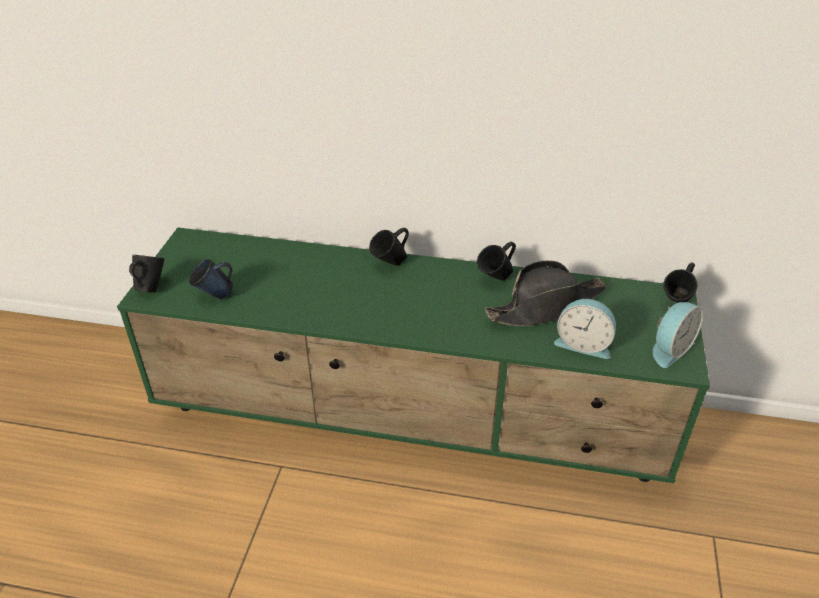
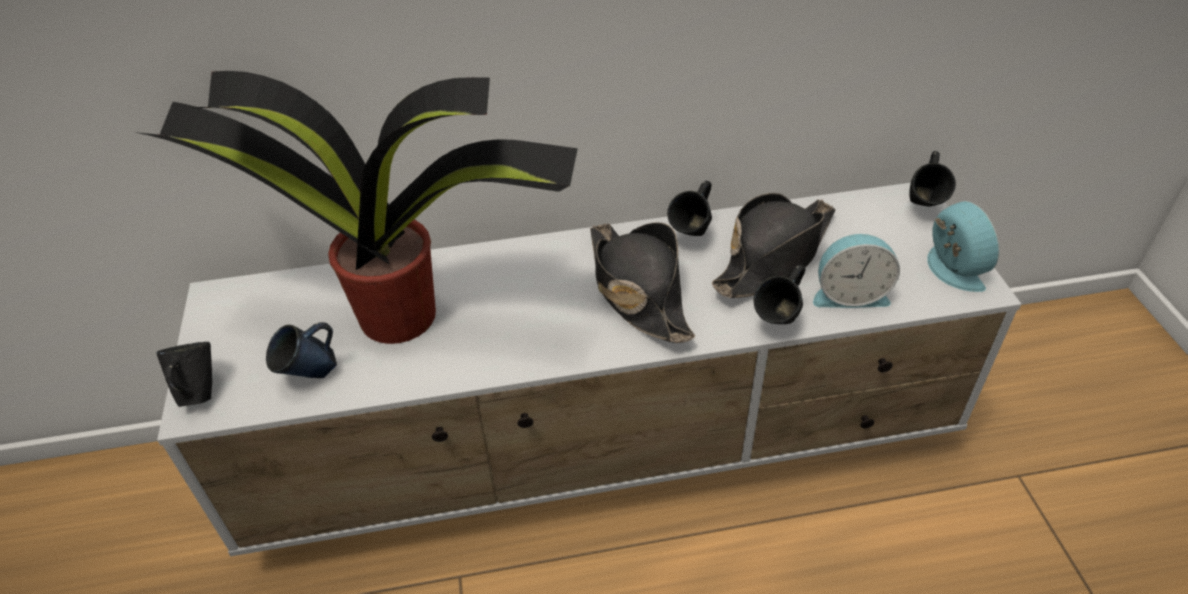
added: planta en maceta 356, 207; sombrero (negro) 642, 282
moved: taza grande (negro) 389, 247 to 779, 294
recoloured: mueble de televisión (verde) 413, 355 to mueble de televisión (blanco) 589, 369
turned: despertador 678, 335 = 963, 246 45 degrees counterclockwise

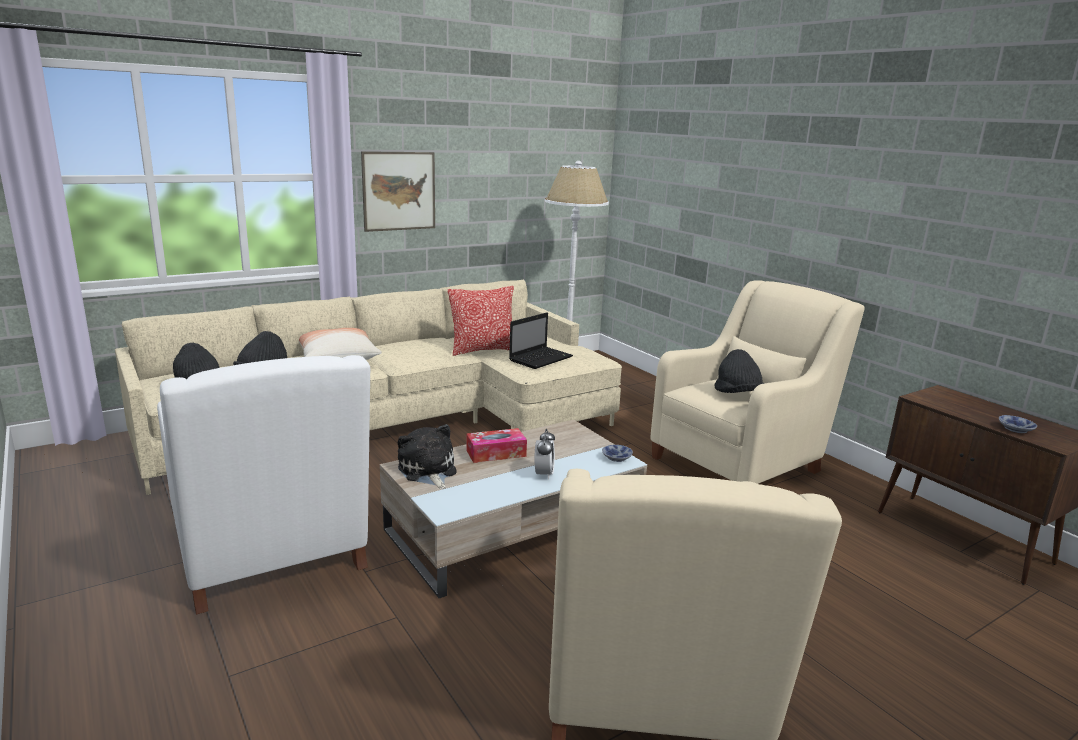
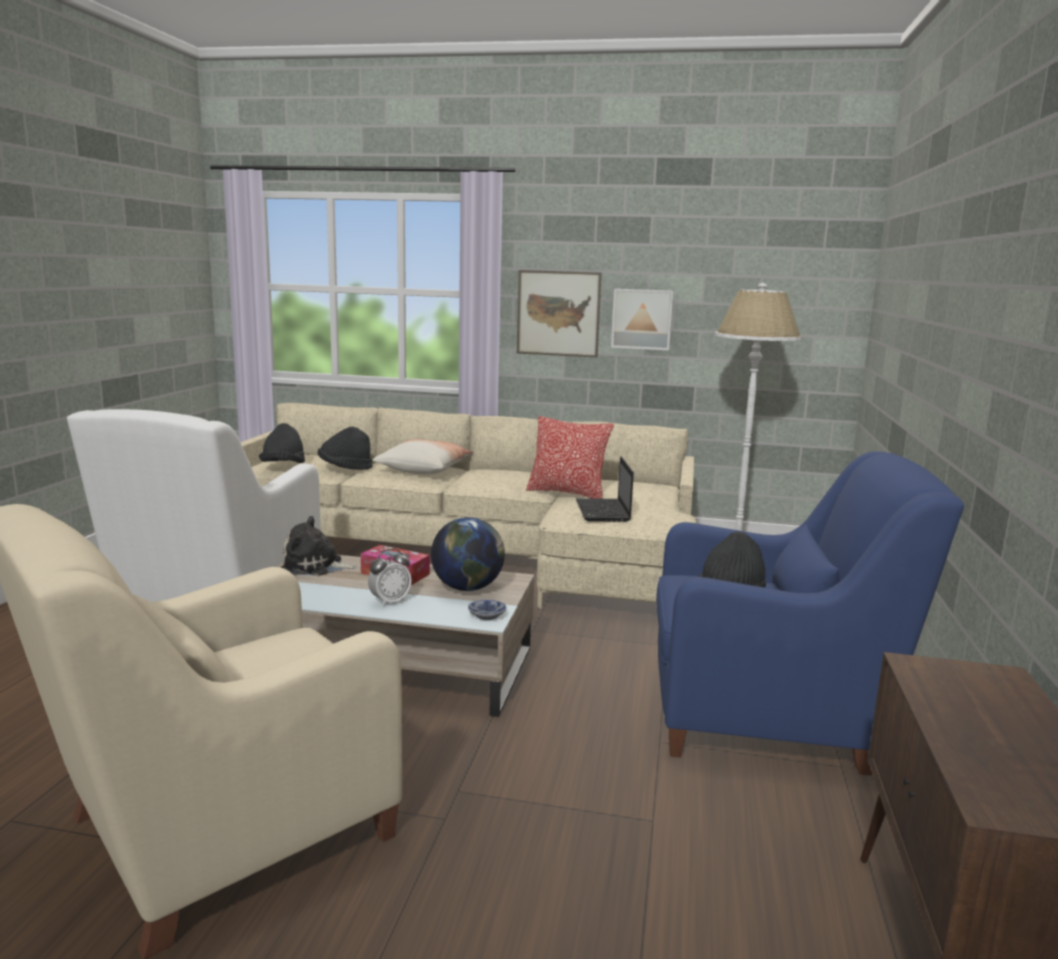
removed: cuenco 1018, 424
added: globo terráqueo 468, 554; cuadro 642, 319
recoloured: sillón (beis) 758, 382 to sillón (azul) 810, 613
turned: peluche 427, 456 = 319, 546 105 degrees counterclockwise; portátil 541, 340 = 605, 489 90 degrees clockwise

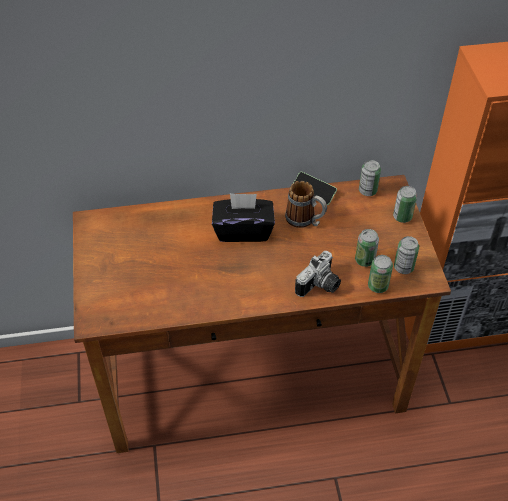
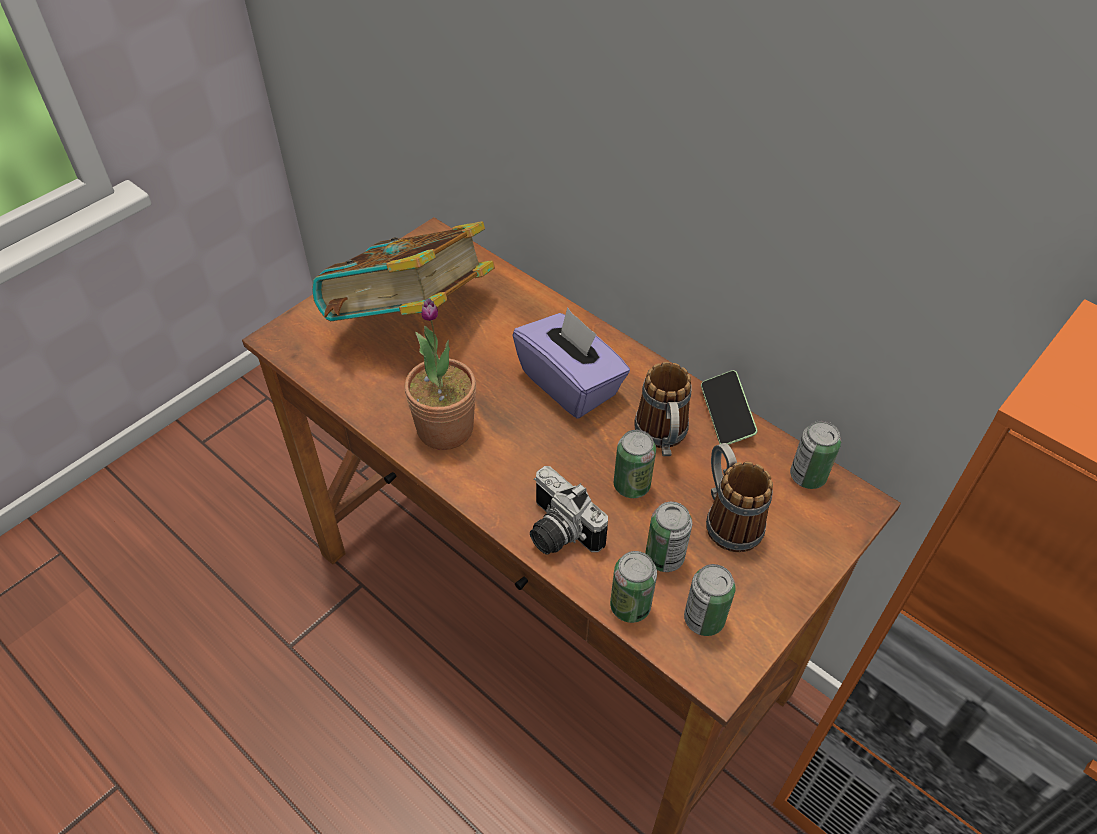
added: libro 403, 271; planta en maceta 440, 374; taza grande 739, 497
moved: lata 405, 204 to 635, 464
recoloured: caja de pañuelos (negro) 243, 217 to caja de pañuelos (morado) 571, 363
turned: cámara 318, 274 = 569, 510 45 degrees clockwise

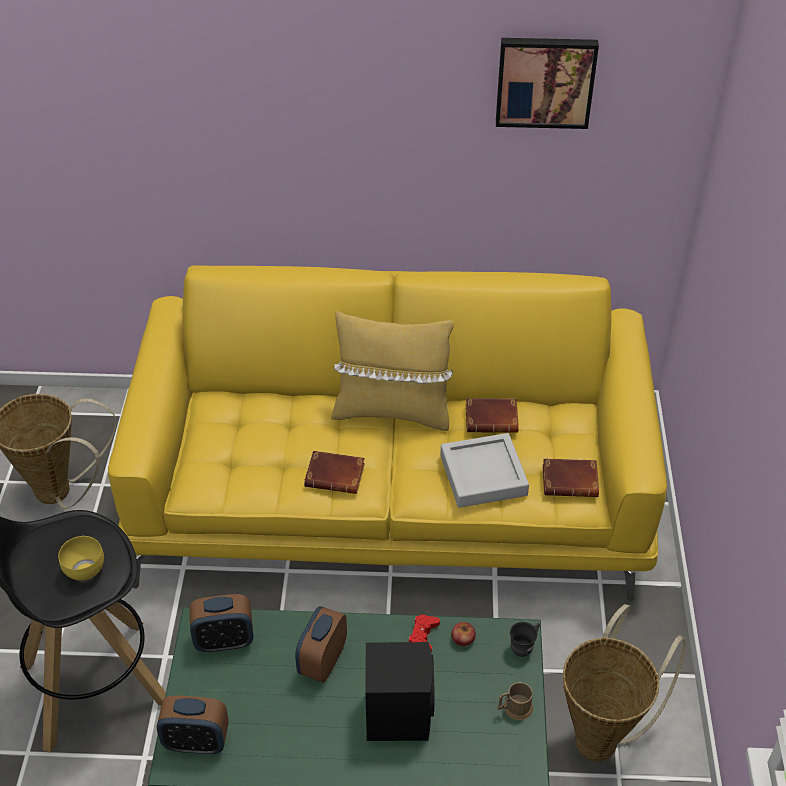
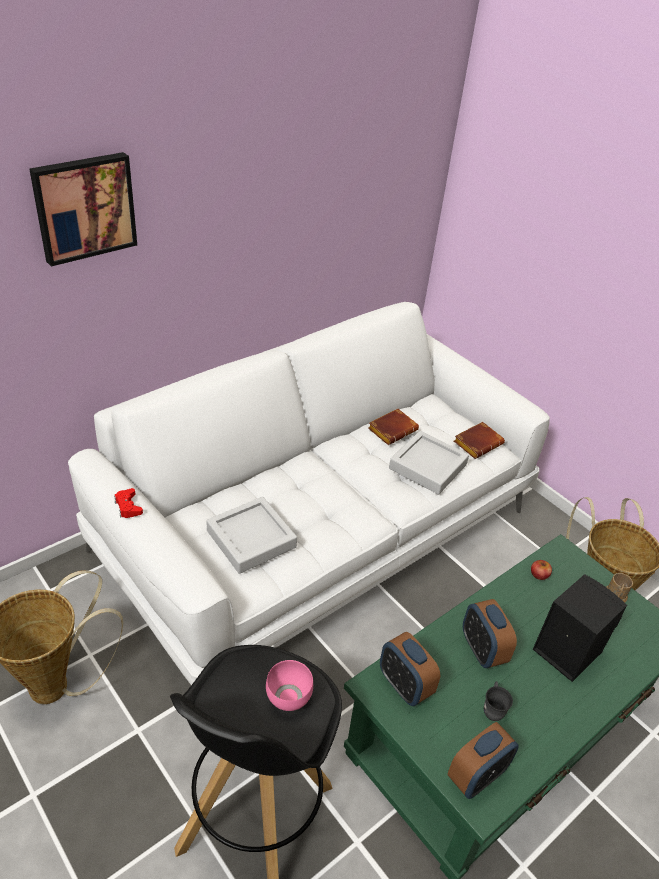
removed: libro (marrón) 334, 472; cojín (amarillo) 392, 371
added: bandeja (gris) 251, 535
moved: mando de consola (rojo) 424, 633 to 128, 503; cuadro 547, 83 to 83, 209; taza grande (gris) 525, 639 to 498, 701
recoloured: cuenco (amarillo) 81, 558 to cuenco (rosa) 289, 685; sofá (amarillo) 387, 433 to sofá (blanco) 309, 493
turned: despertador 221, 623 = 410, 669 105 degrees clockwise

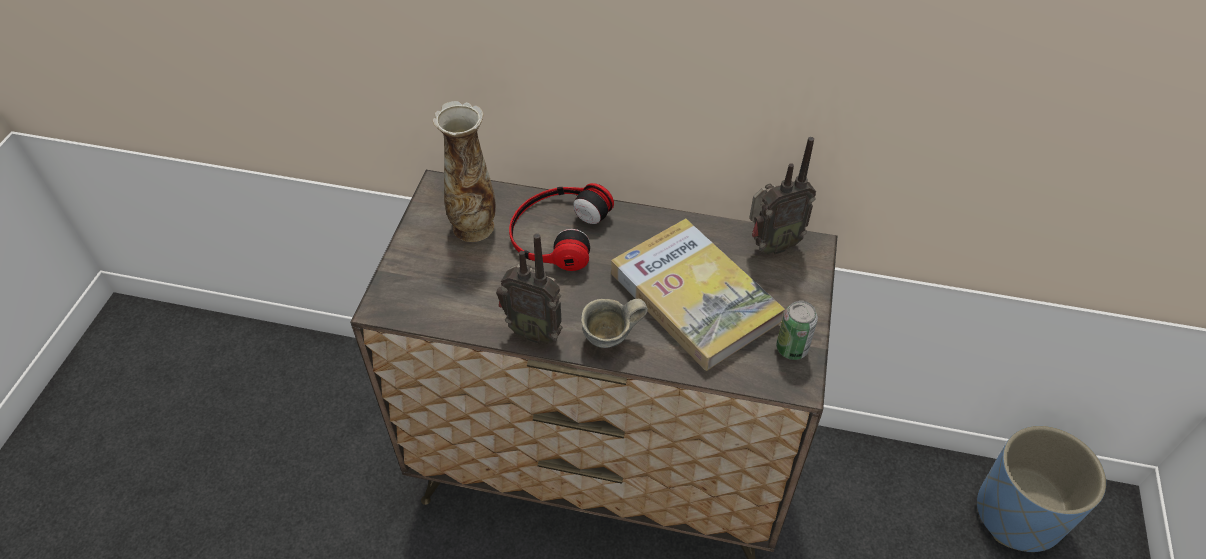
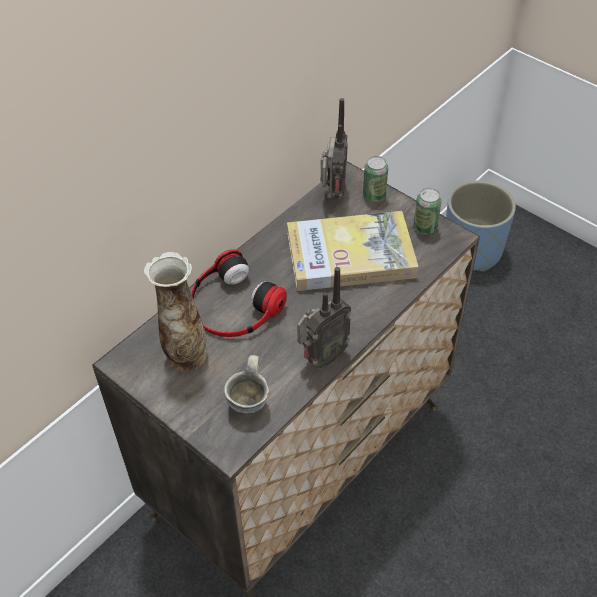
added: lata 375, 179
moved: taza grande (gris) 614, 323 to 246, 385

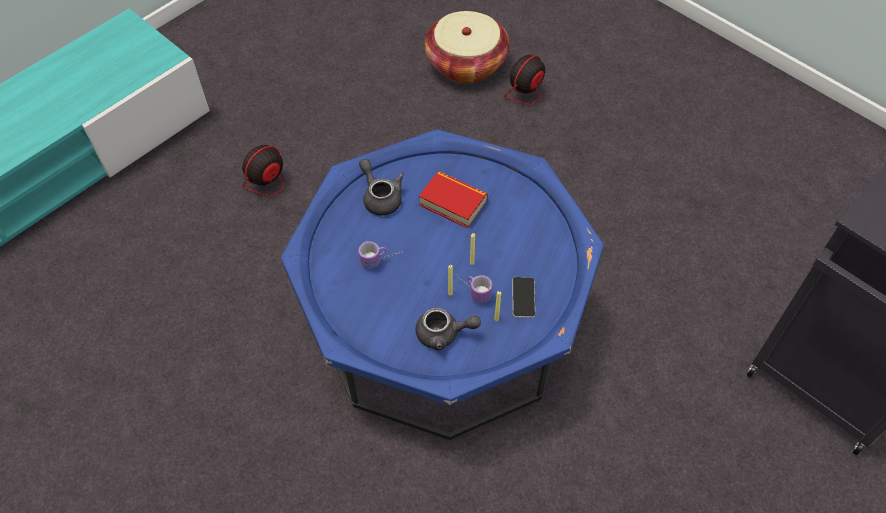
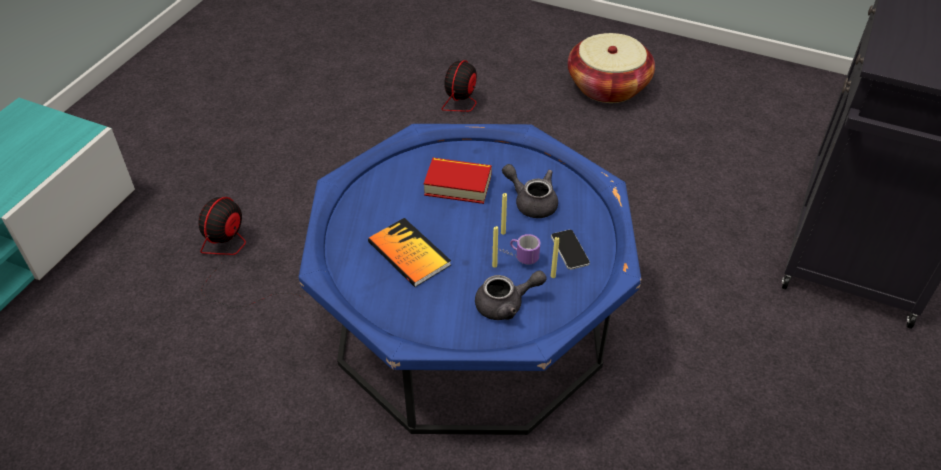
moved: tetera (gris) 381, 187 to 530, 191; cesta 467, 47 to 611, 68
replaced: taza grande 380, 254 to libro 409, 252

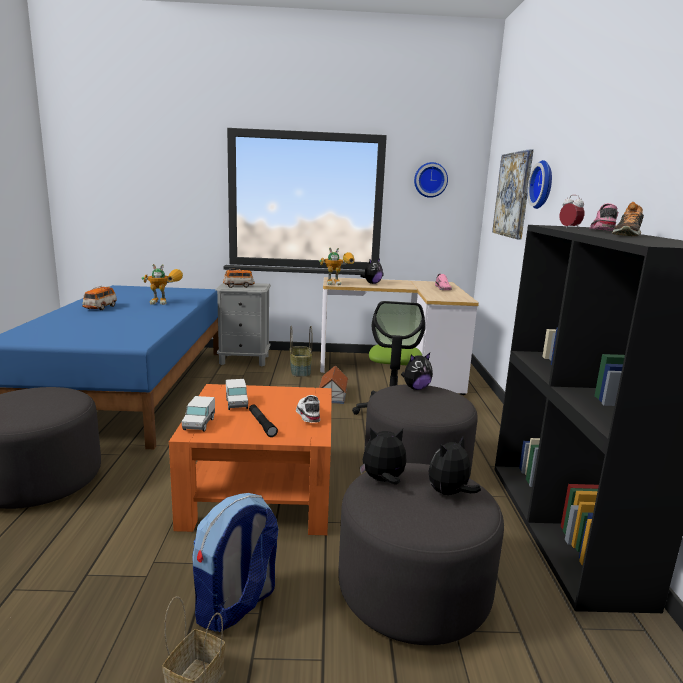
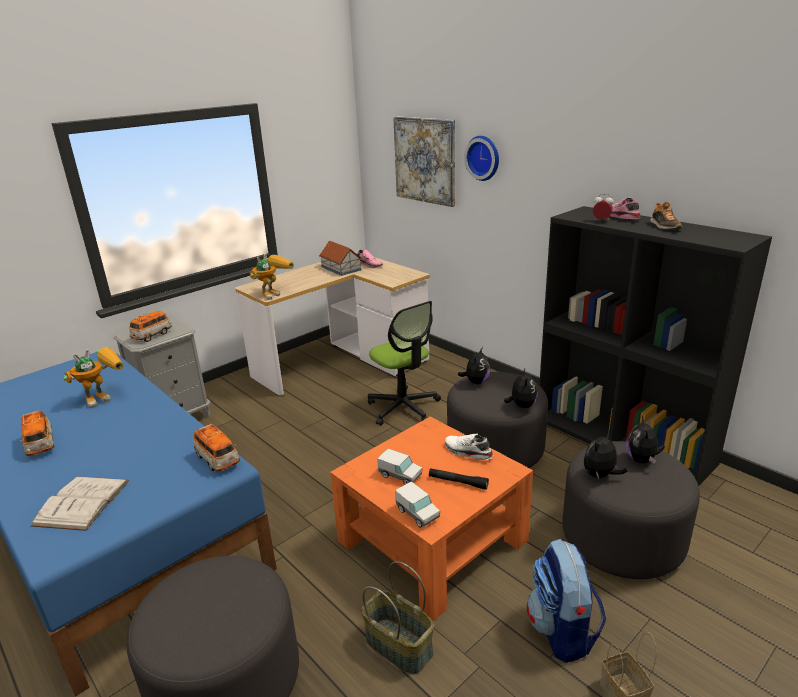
removed: reloj de pared 431, 180
added: libro (blanco) 80, 503; coche de juguete 216, 447
moved: cesta 301, 351 to 397, 618; casita 334, 384 to 340, 258; peluche 371, 271 to 520, 388

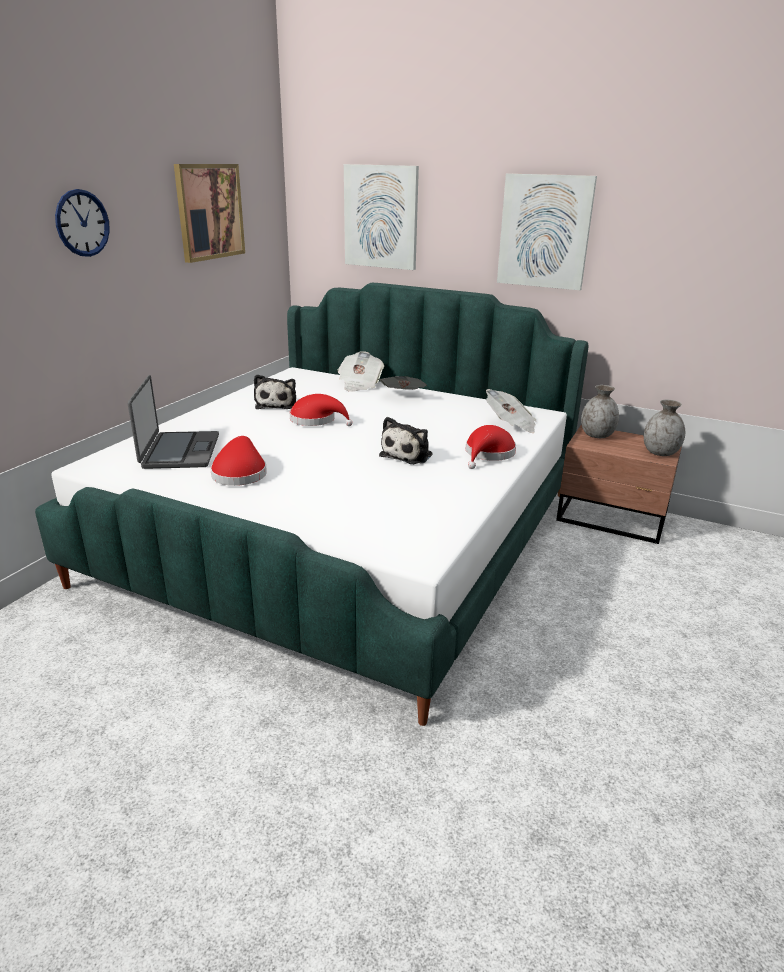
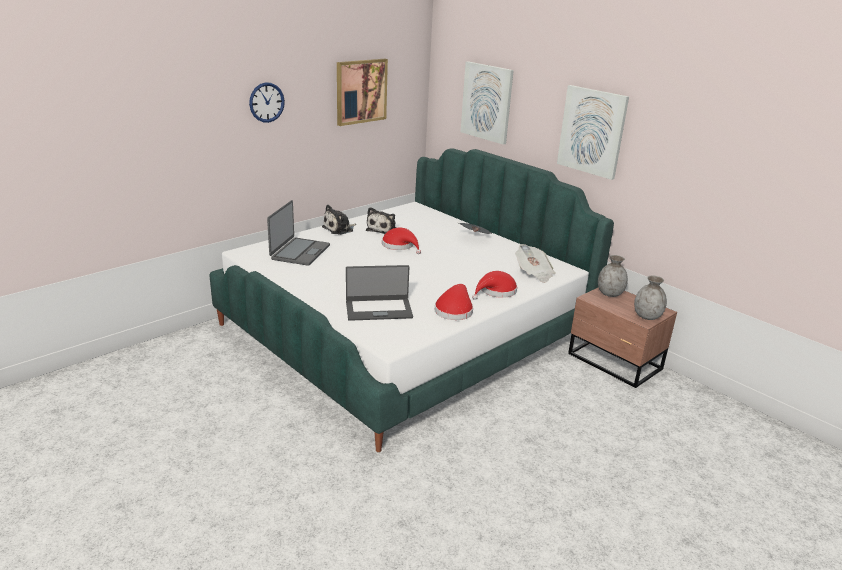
removed: periódico 360, 371
added: portátil 379, 293
moved: sombrero (rojo) 238, 461 to 454, 302; peluche 406, 440 to 339, 220

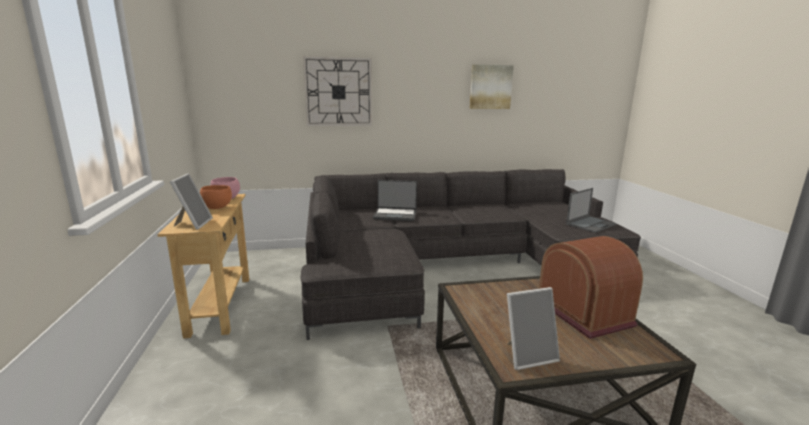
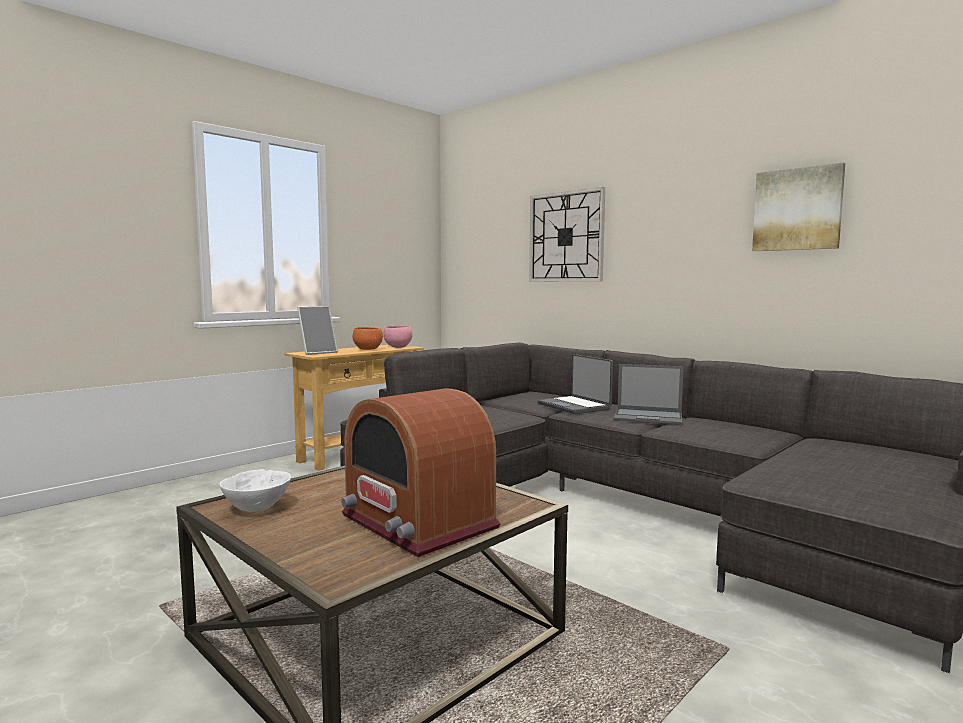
moved: portátil 591, 210 to 649, 394
replaced: portarretratos 533, 328 to cuenco (blanco) 255, 490
turned: radio 591, 287 = 421, 472 105 degrees clockwise

